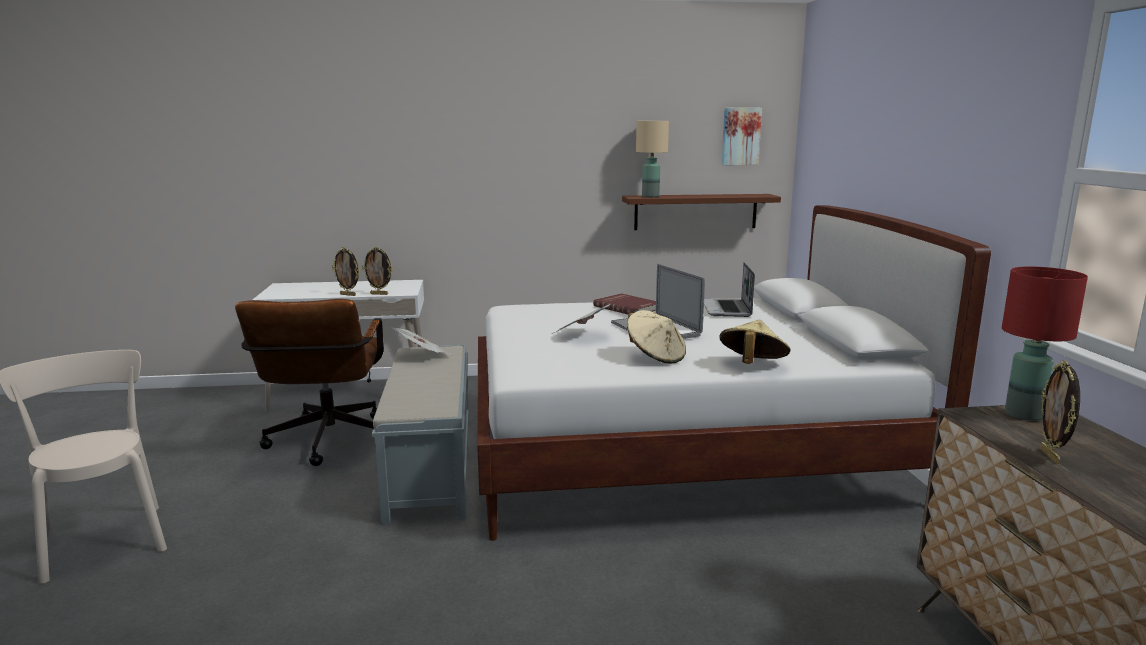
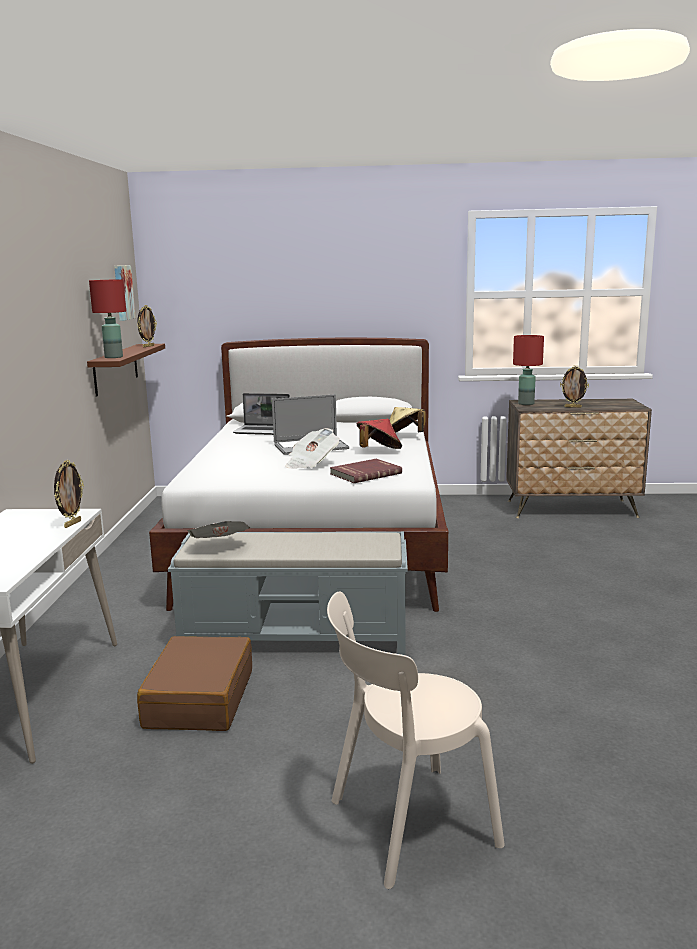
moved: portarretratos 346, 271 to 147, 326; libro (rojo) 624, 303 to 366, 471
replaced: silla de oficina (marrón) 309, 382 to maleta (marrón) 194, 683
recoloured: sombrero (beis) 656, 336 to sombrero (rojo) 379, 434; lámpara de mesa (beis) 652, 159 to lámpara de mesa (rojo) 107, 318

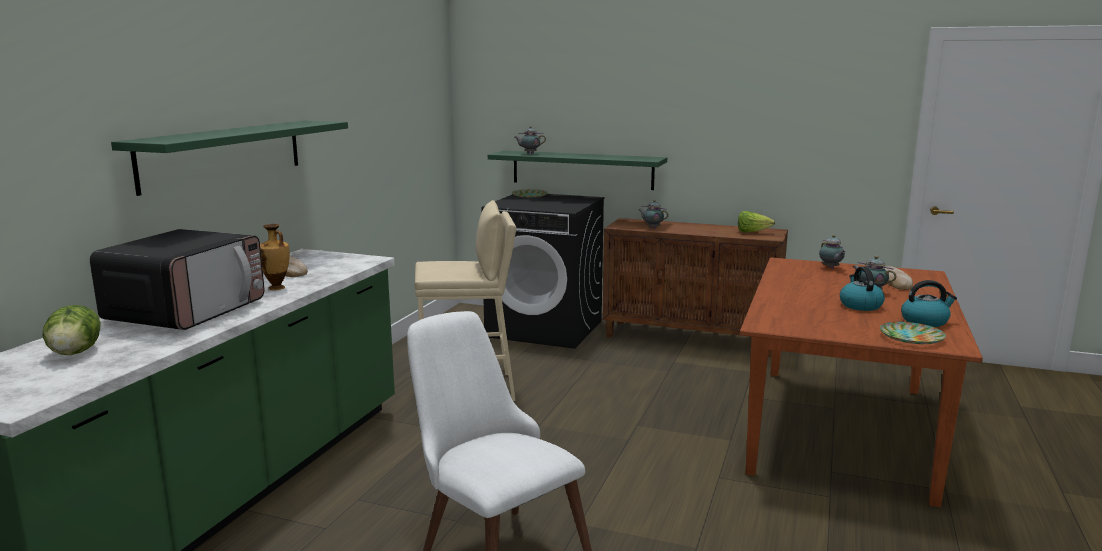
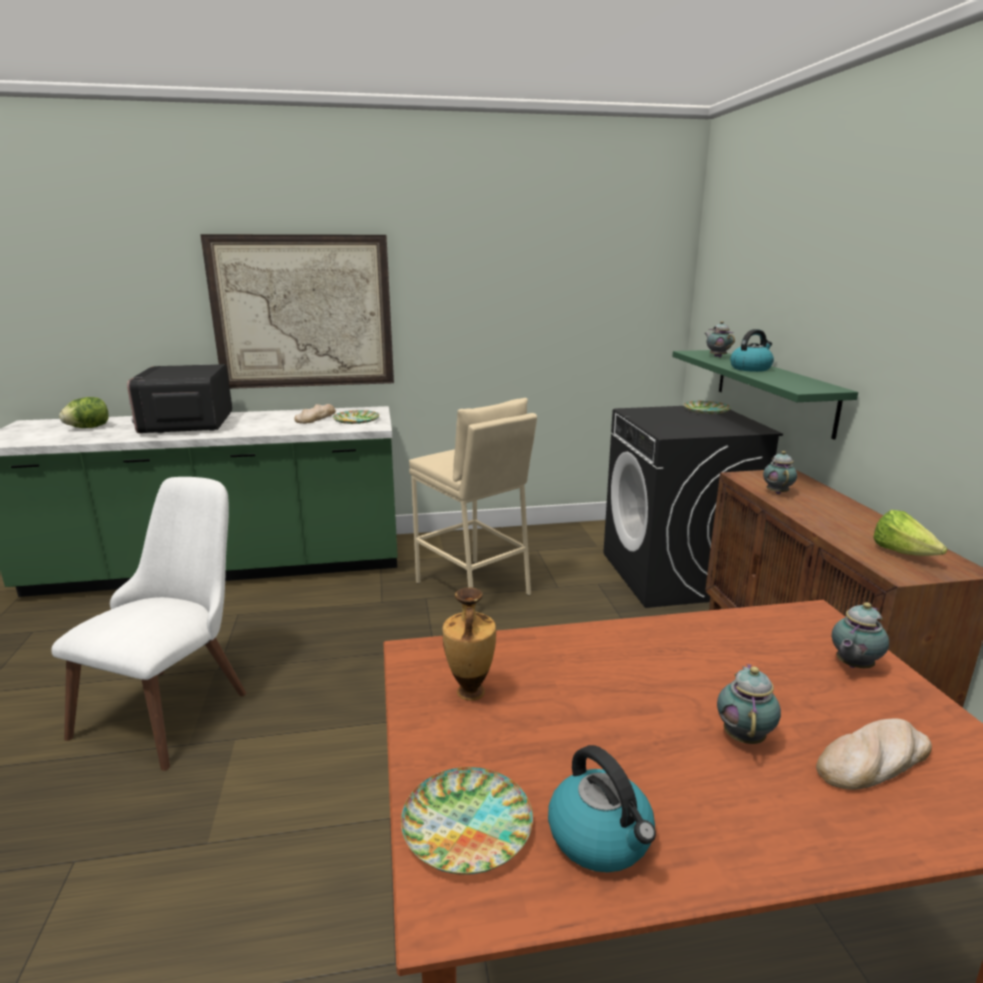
added: plato 356, 417
moved: florero 275, 257 to 469, 644; hervidor 862, 289 to 752, 350
replaced: estante (verde) 229, 158 to cuadro 297, 311
turned: microondas 177, 279 = 179, 398 90 degrees clockwise

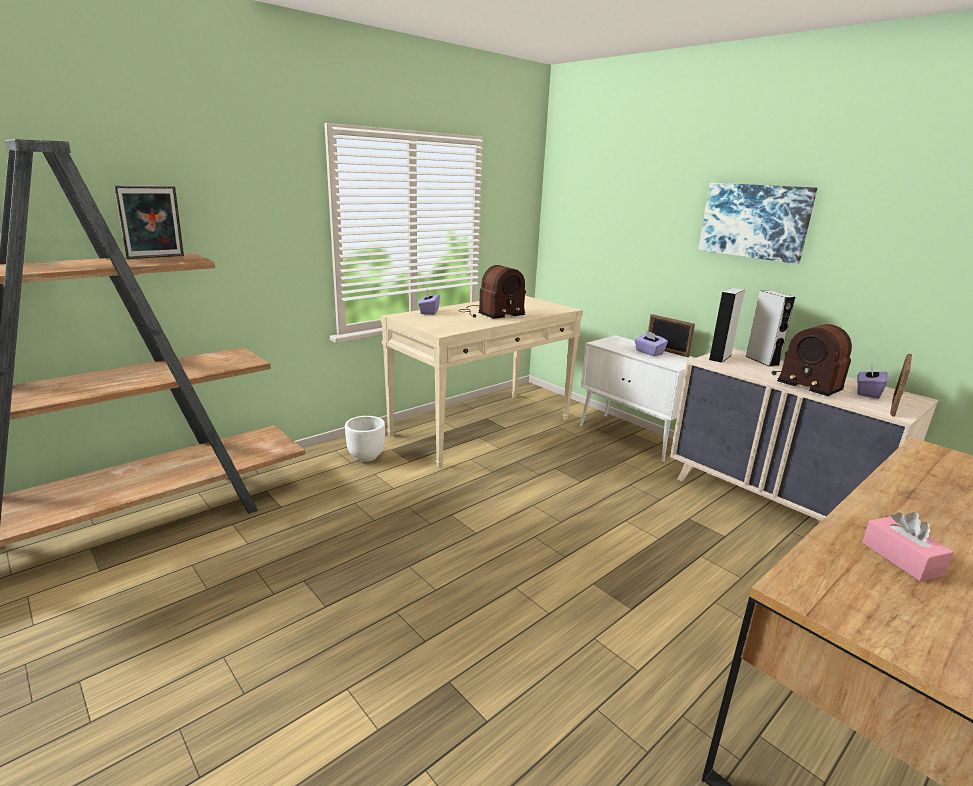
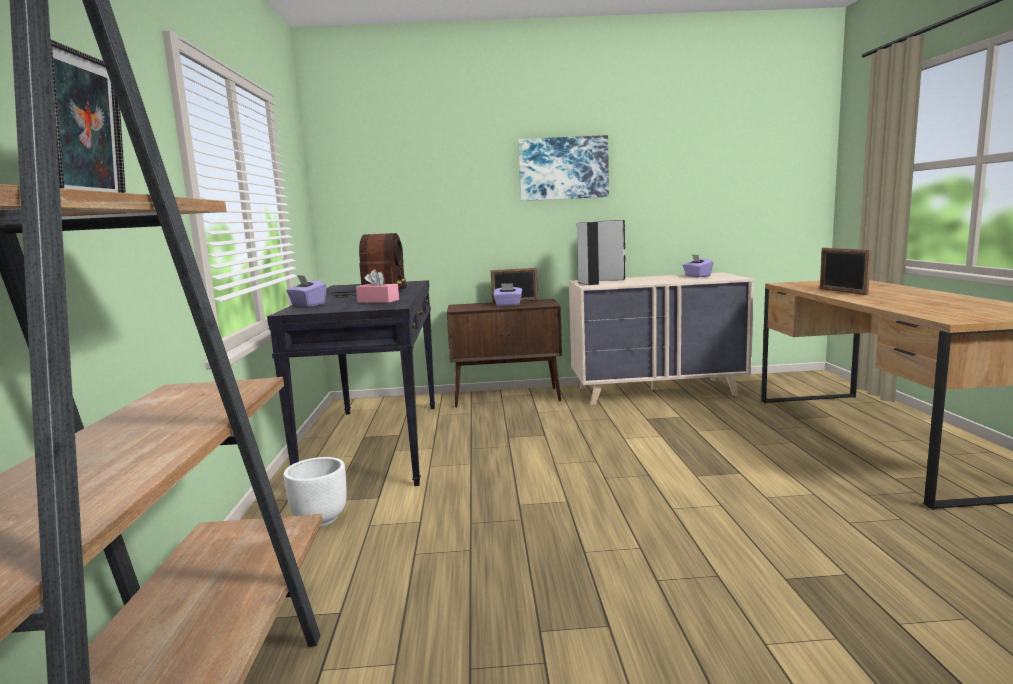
removed: radio 812, 360
moved: caja de pañuelos (rosa) 908, 546 to 377, 286; portarretratos 901, 385 to 845, 271
recoloured: mesa consola (beis) 482, 382 to mesa consola (negro) 351, 383; armario (blanco) 637, 399 to armario (marrón) 504, 353

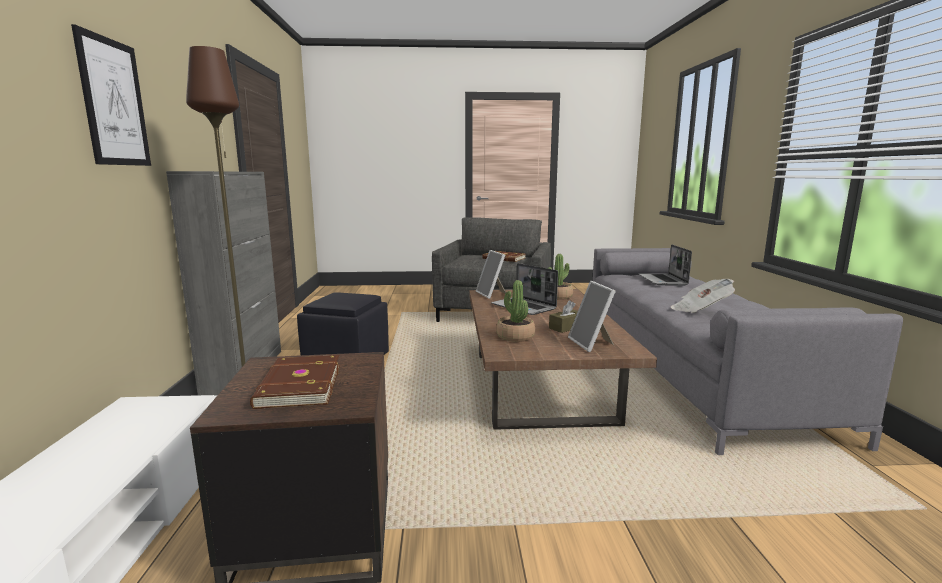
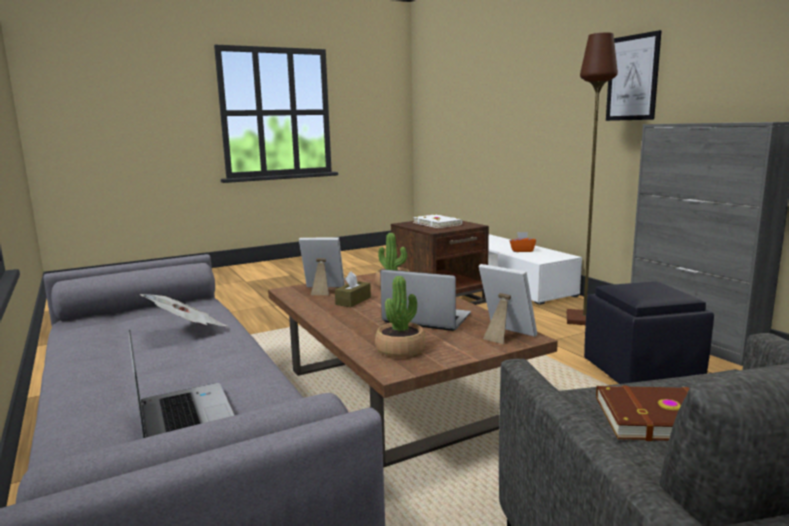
added: caja de pañuelos (naranja) 523, 242
recoloured: libro (marrón) 295, 382 to libro (blanco) 437, 221
turned: portarretratos 592, 316 = 322, 266 45 degrees counterclockwise

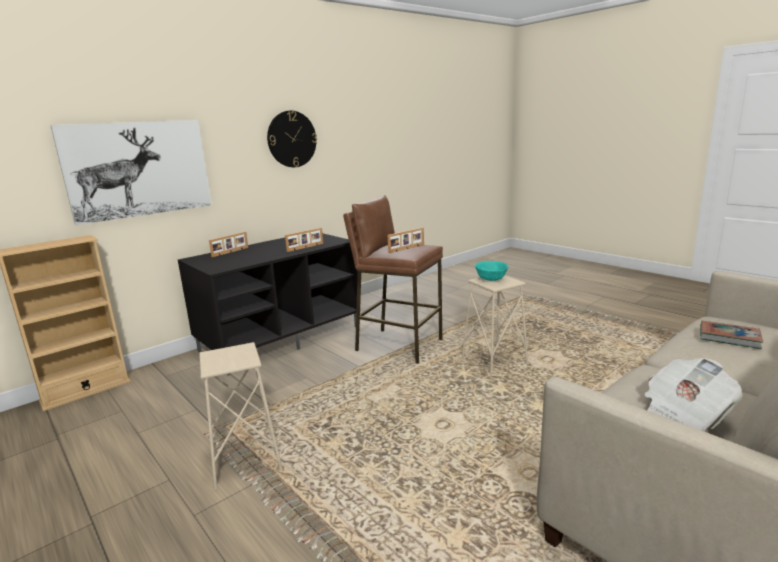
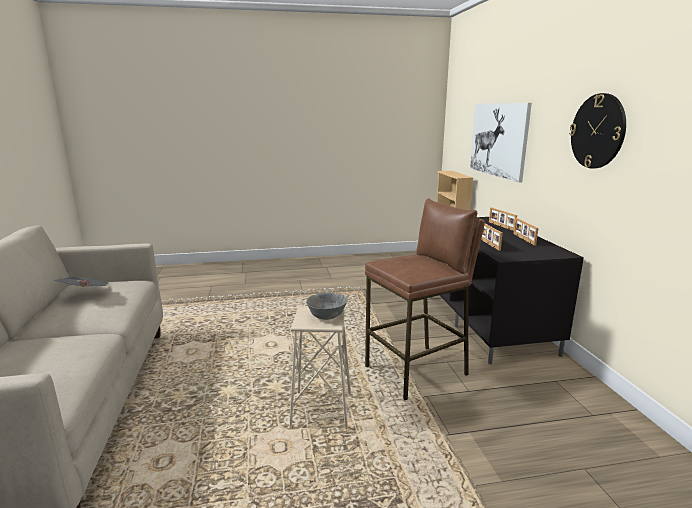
removed: taburete (beis) 241, 415; libro 731, 335
moved: portarretratos 406, 240 to 526, 232
recoloured: cuenco (turquesa) 492, 271 to cuenco (gris) 326, 306

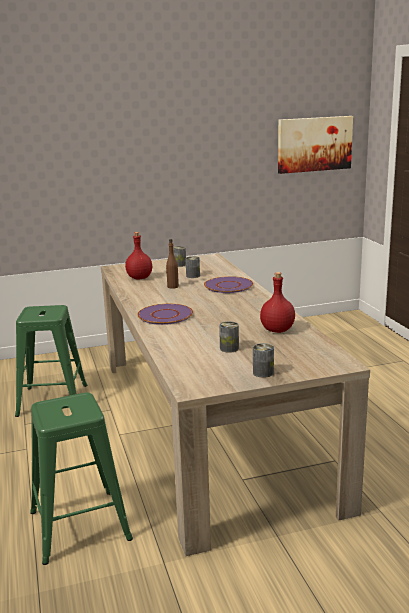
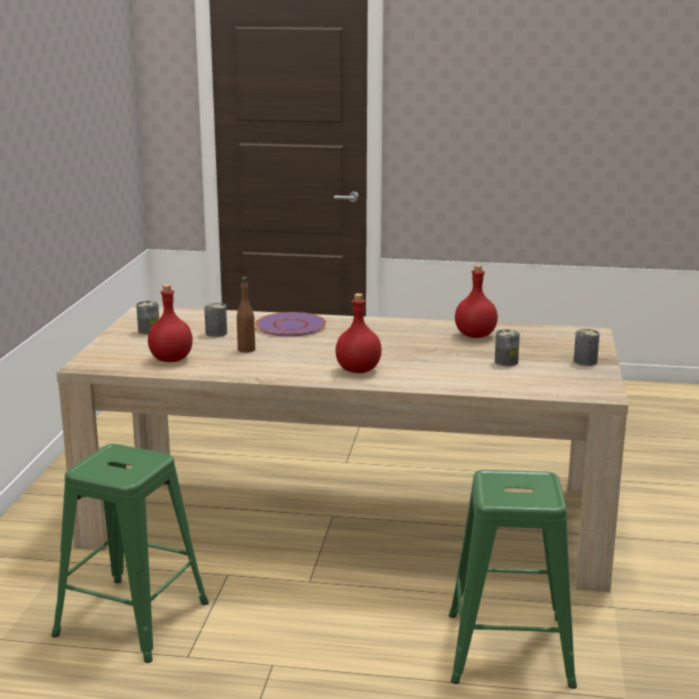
removed: cuadro 315, 145
replaced: plato (morado) 165, 314 to botella (rojo) 358, 333

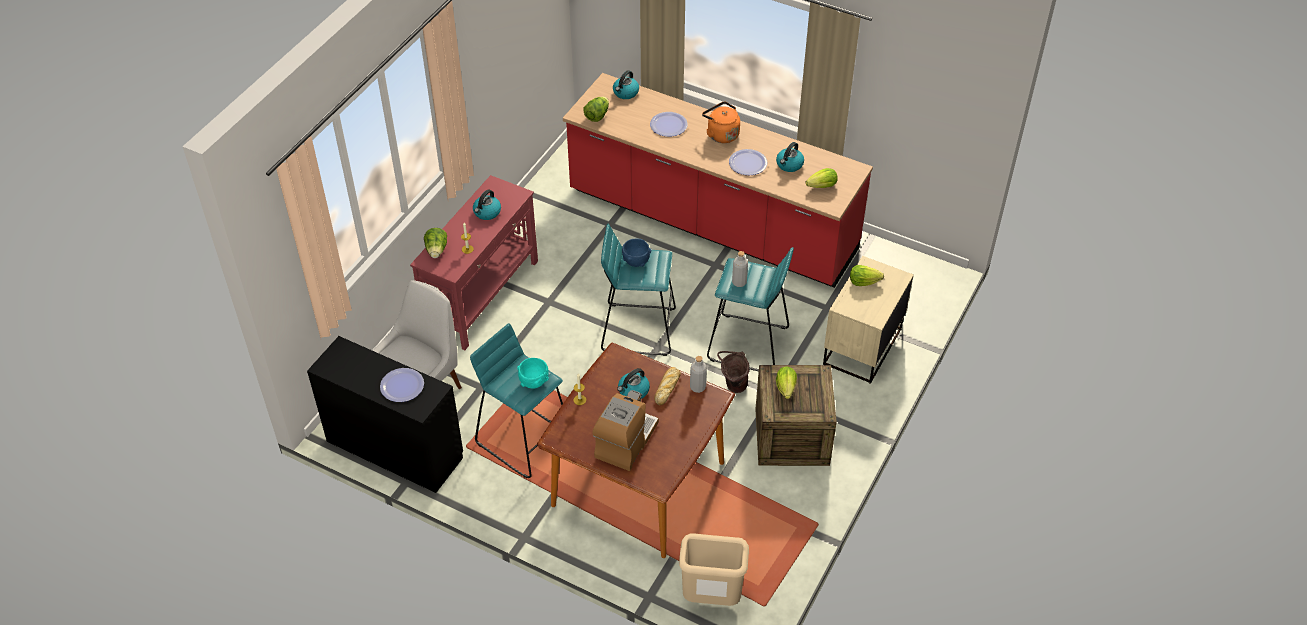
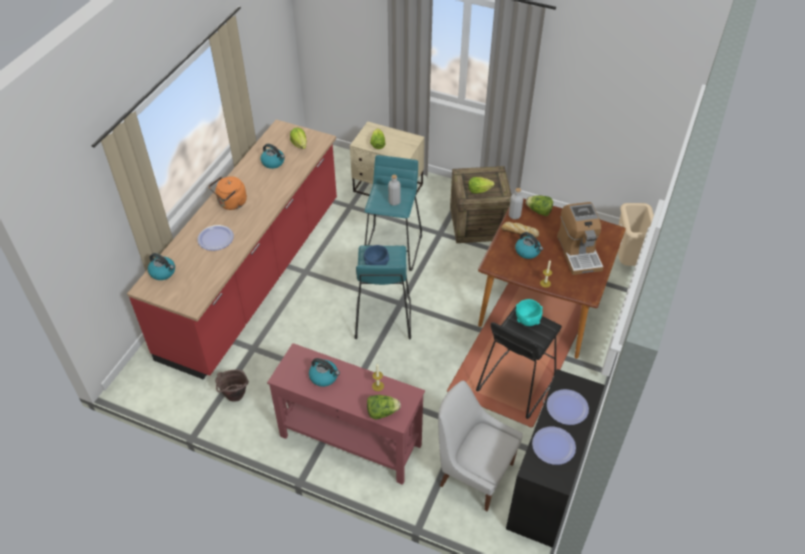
moved: lechuga 596, 109 to 539, 205; cubo (marrón) 733, 372 to 232, 386; plato 748, 162 to 554, 446
recoloured: taburete (turquesa) 516, 400 to taburete (negro) 519, 362
turned: cafetera 625, 430 = 580, 238 120 degrees counterclockwise

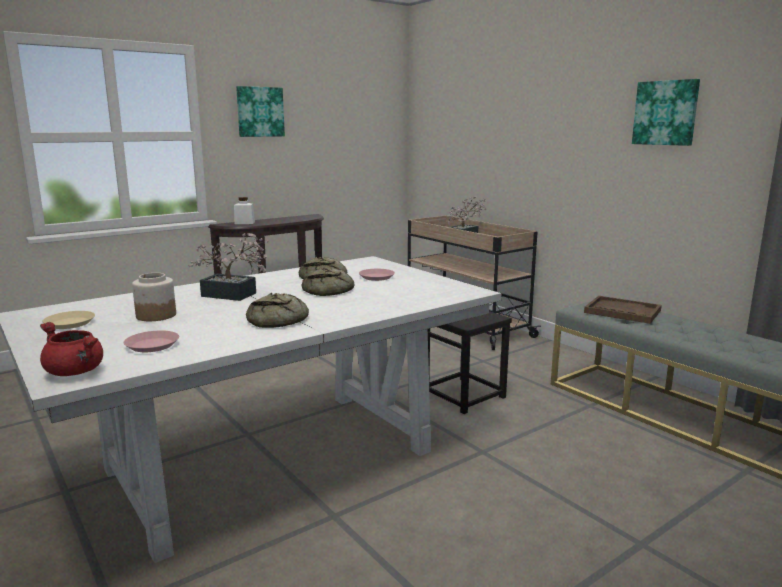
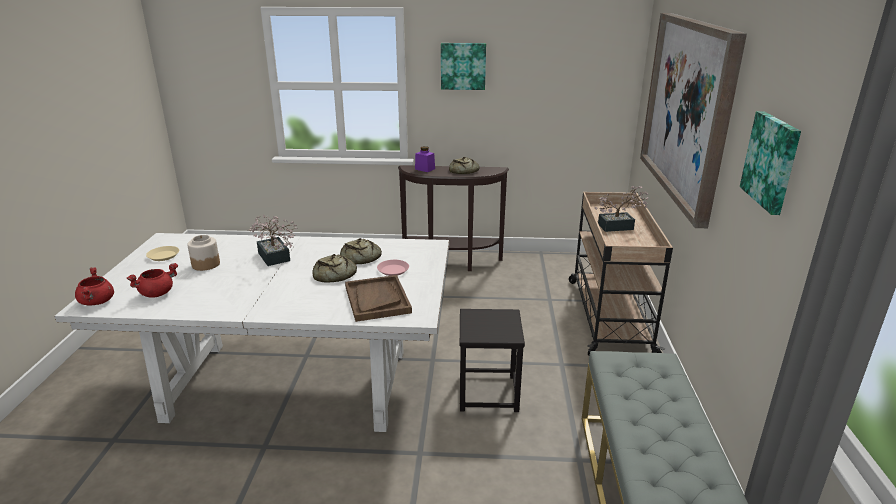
added: cuadro 693, 120
moved: pan 277, 310 to 464, 165; bandeja (marrón) 623, 310 to 378, 298
replaced: plato (rosa) 151, 341 to olla (rojo) 152, 280
recoloured: tarro (blanco) 244, 210 to tarro (morado) 425, 159

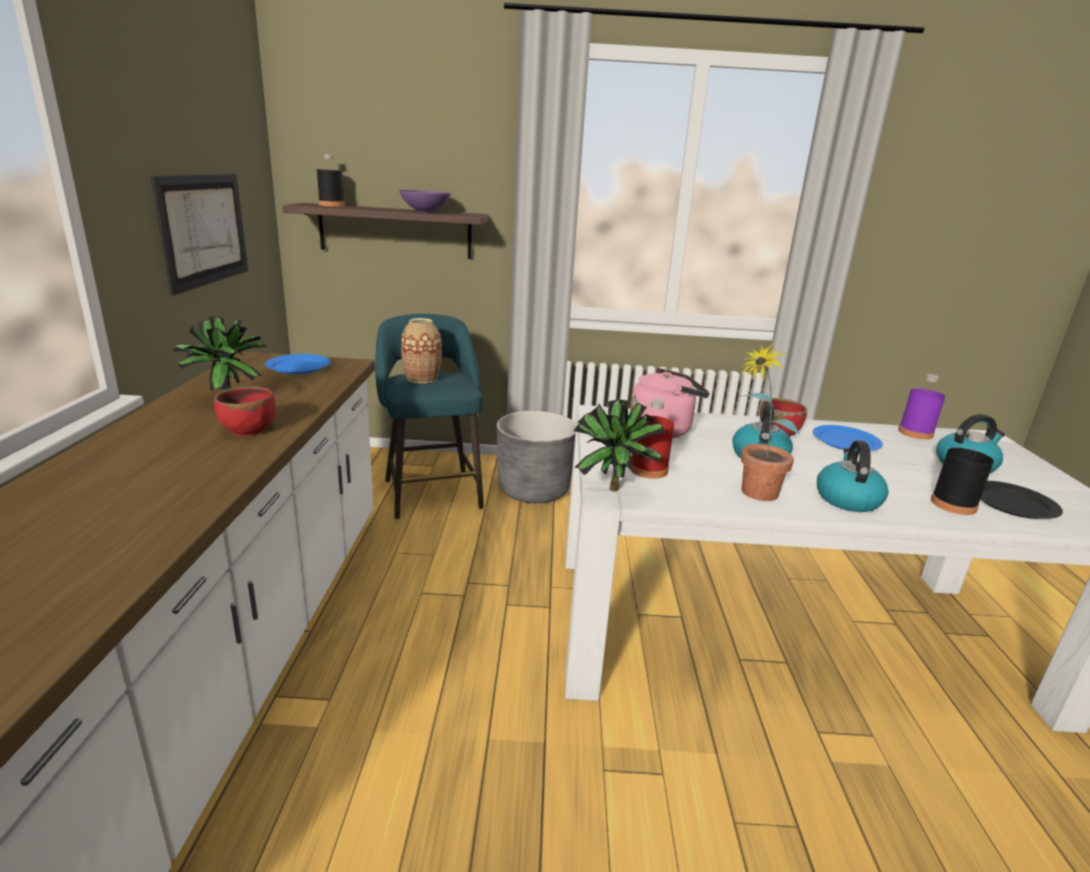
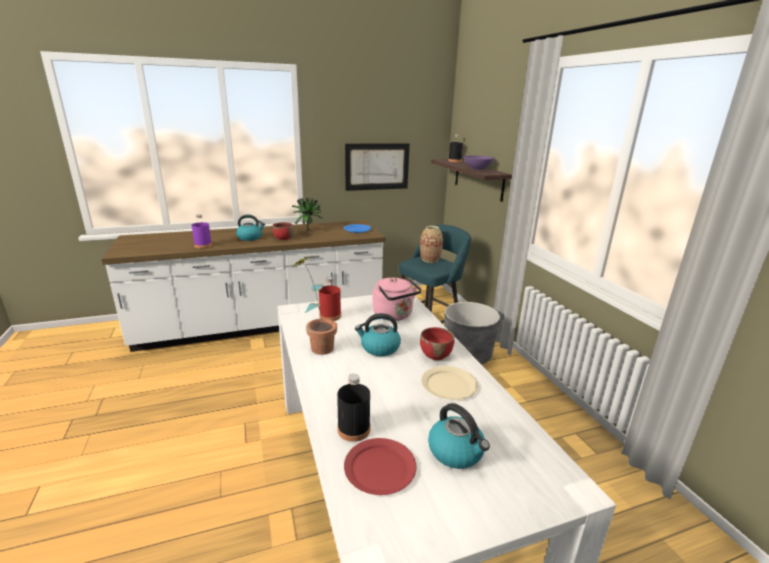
removed: planta en maceta 620, 445
moved: hervidor 852, 476 to 250, 228; botella (morado) 921, 407 to 202, 231
recoloured: plato (azul) 848, 438 to plato (beis) 449, 383; plato (negro) 1021, 500 to plato (rojo) 380, 466

